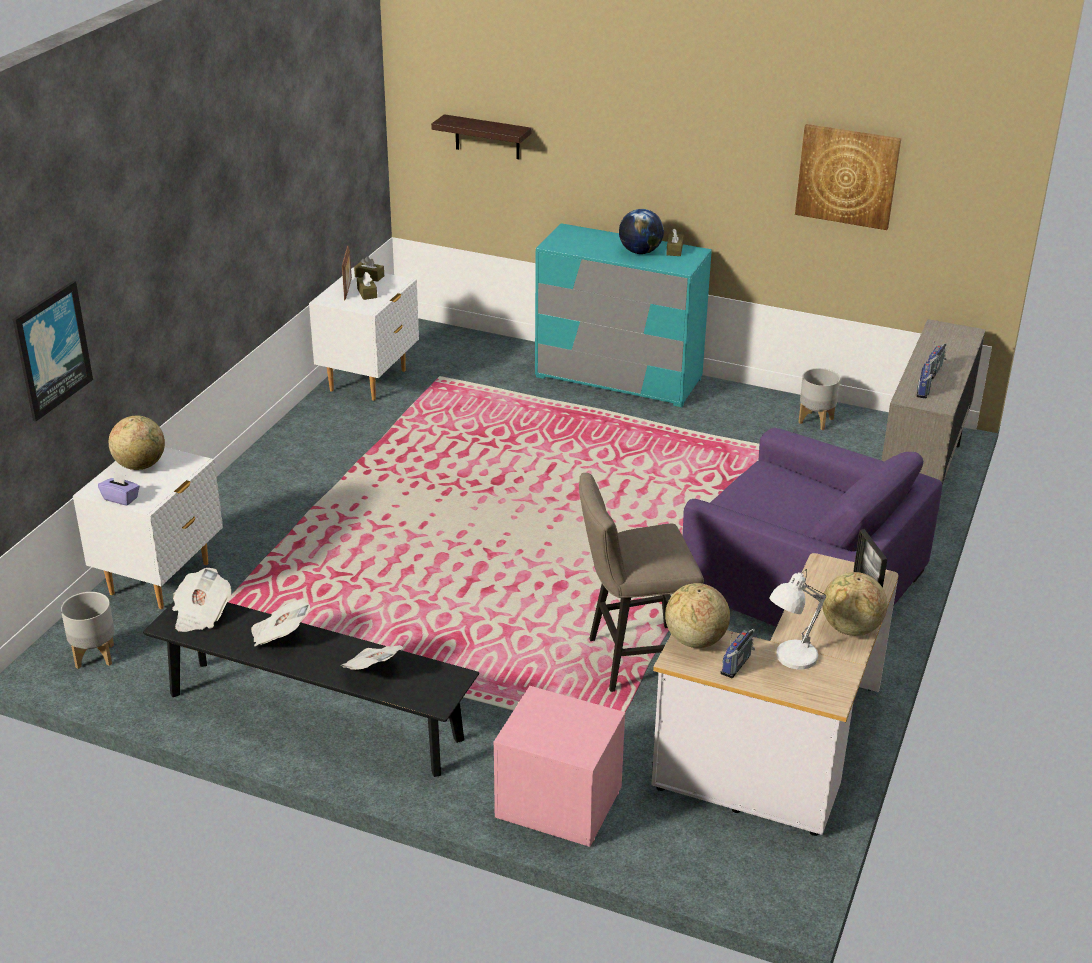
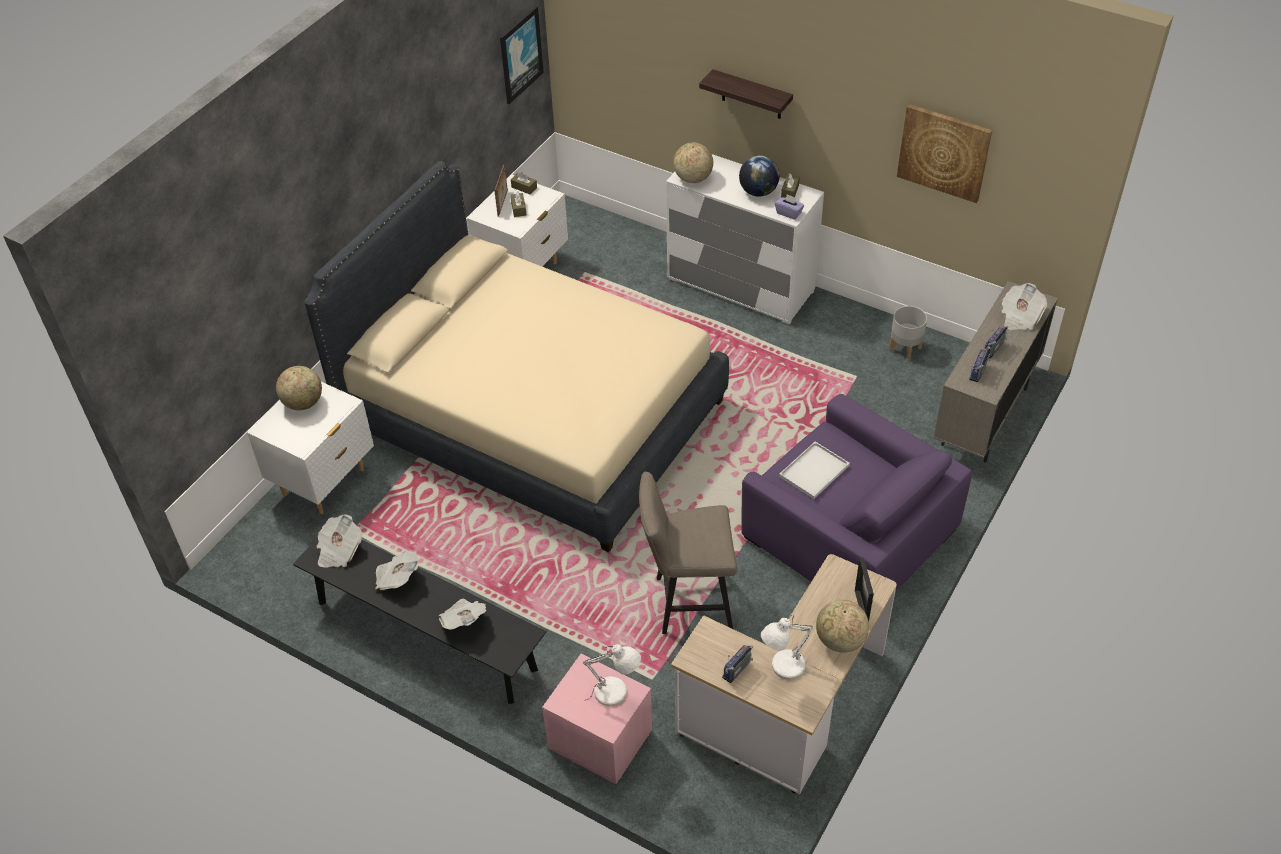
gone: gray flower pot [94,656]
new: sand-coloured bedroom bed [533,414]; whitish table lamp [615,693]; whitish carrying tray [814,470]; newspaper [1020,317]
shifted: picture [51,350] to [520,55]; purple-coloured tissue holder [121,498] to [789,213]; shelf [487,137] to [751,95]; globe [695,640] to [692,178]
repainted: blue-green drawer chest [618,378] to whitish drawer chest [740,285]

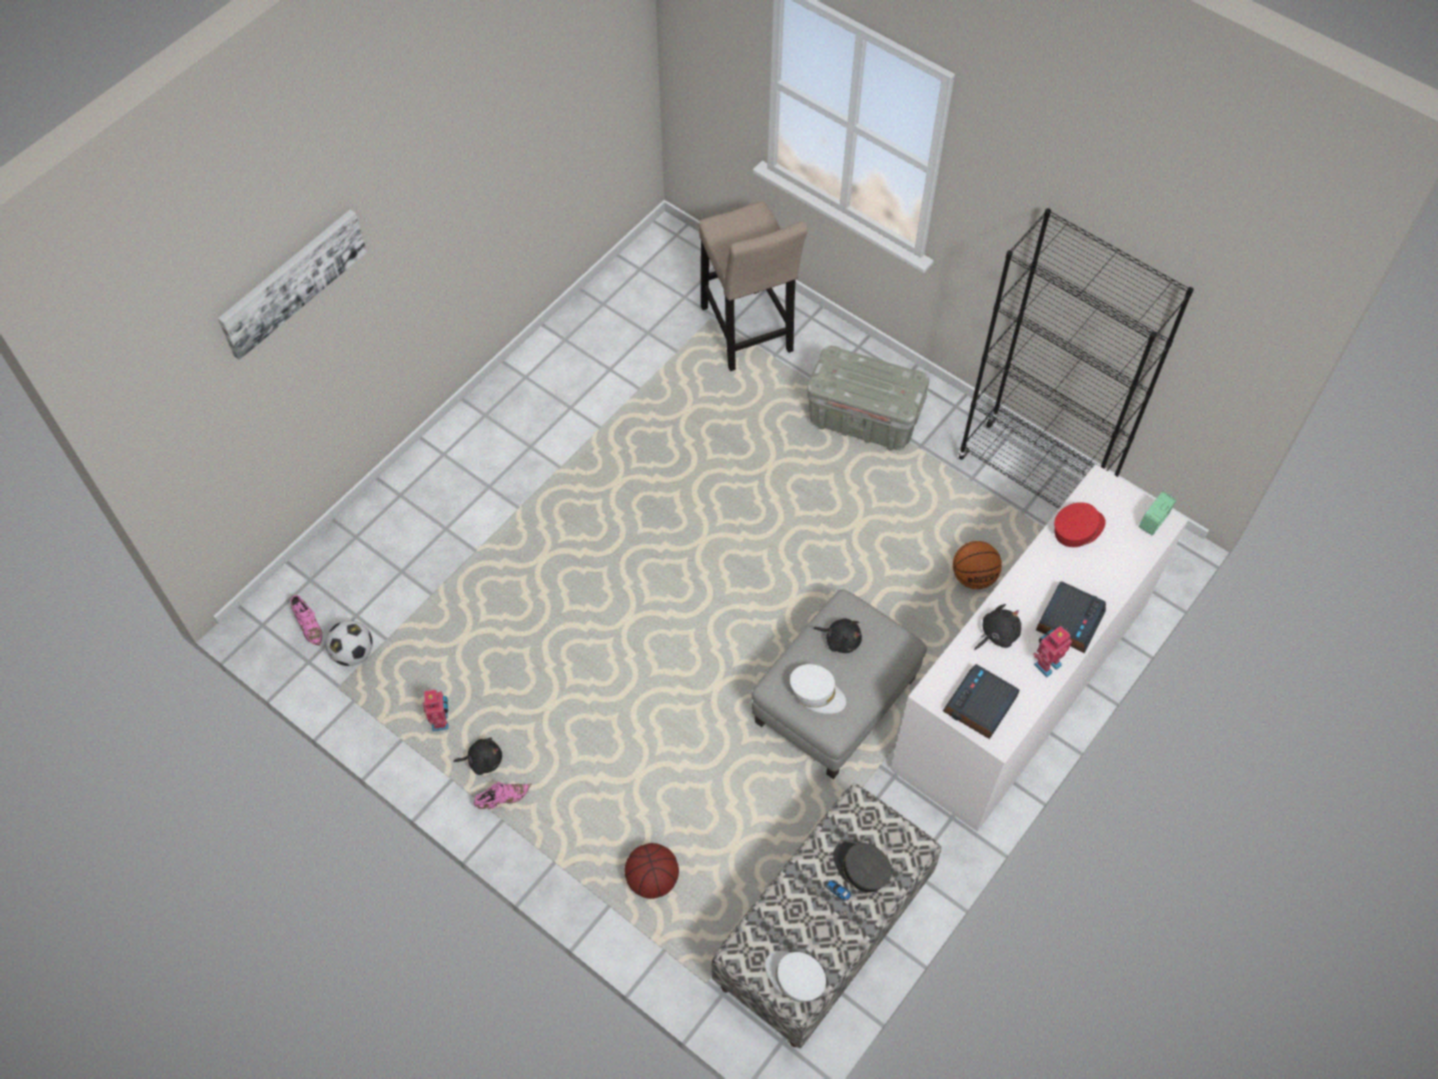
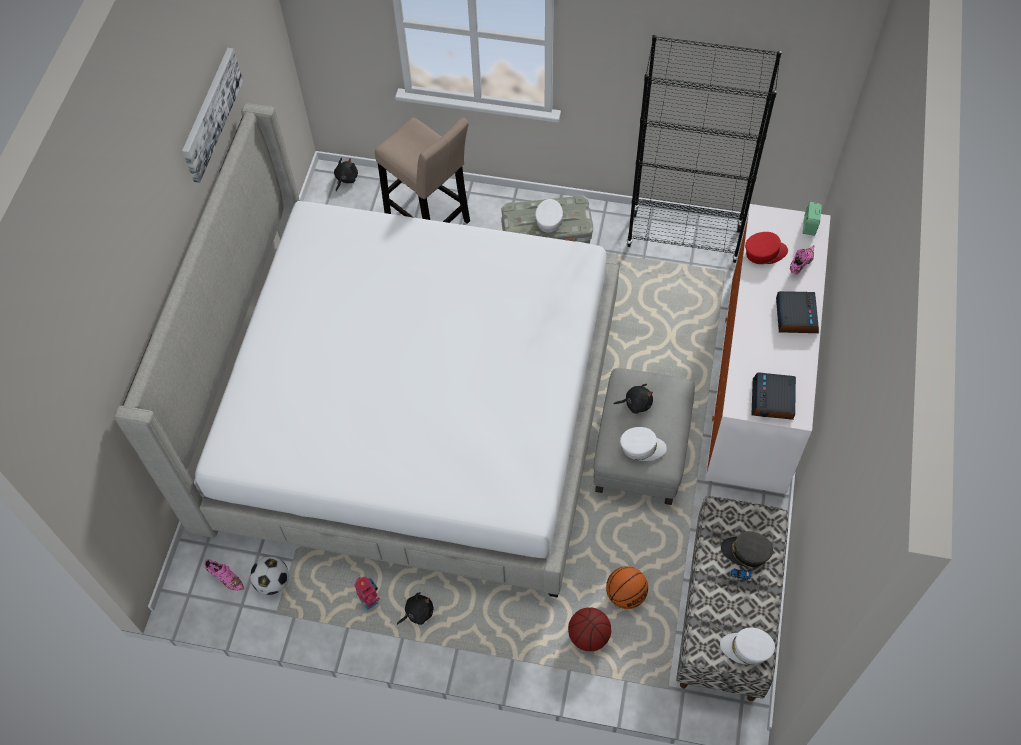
gone: toy robot [1046,663]
new: bedroom bed [412,411]; whitish baseball cap [549,219]
shifted: picture [292,282] to [210,114]; pinkish item of footwear [501,799] to [800,265]; basketball ball [973,576] to [625,594]; black-coloured plush toy [997,634] to [346,179]
rotated: red baseball cap [1077,529] = [764,252] 45 degrees clockwise

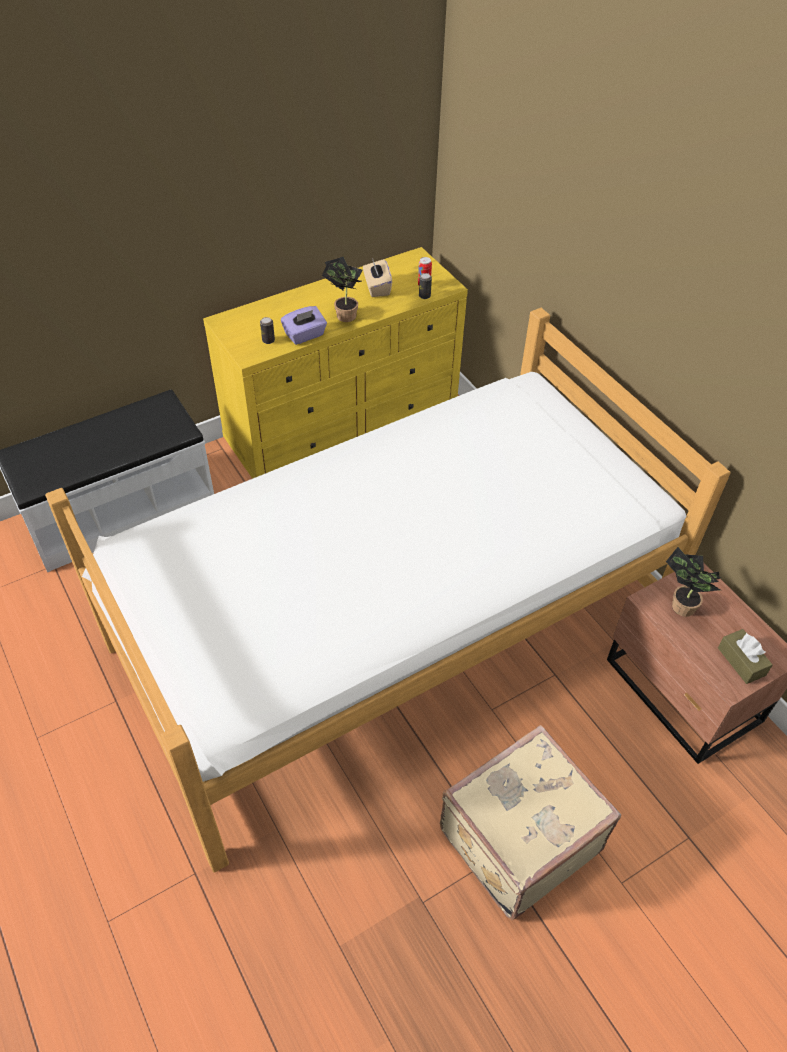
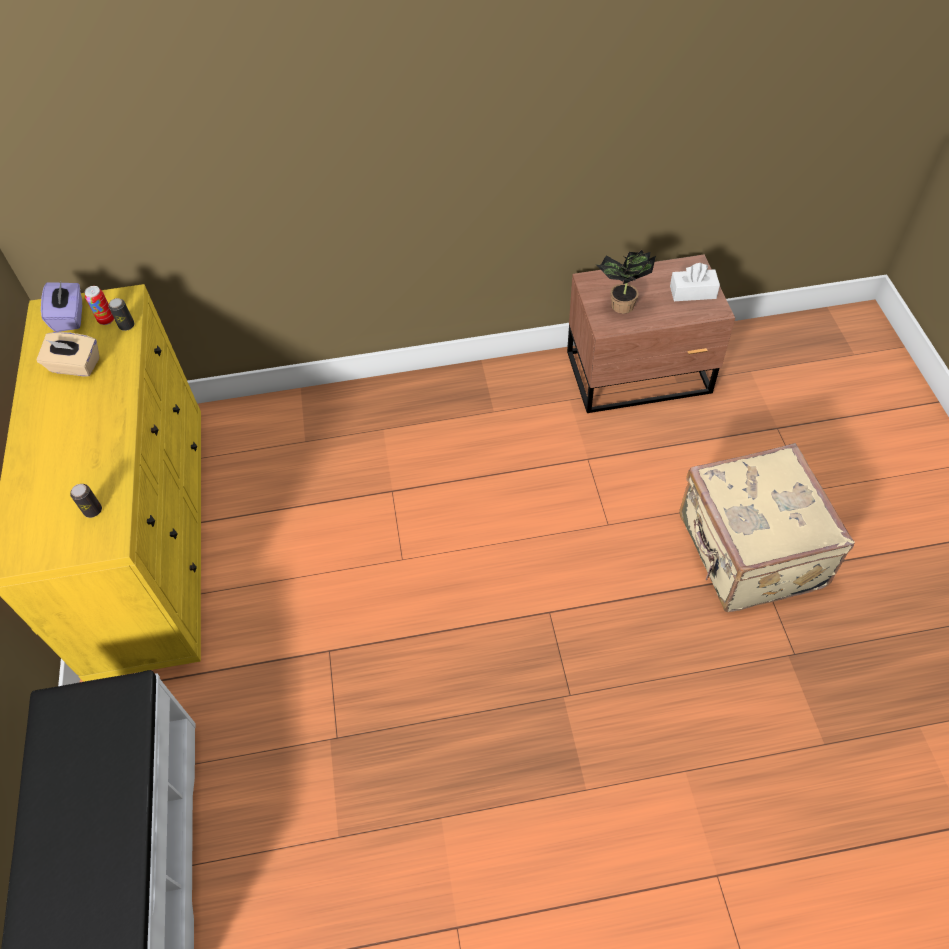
gone: bedroom bed [392,632]; houseplant [344,314]
shifted: purple-coloured tissue holder [305,335] to [70,317]
repainted: brownish tissue holder [741,661] to whitish tissue holder [693,292]

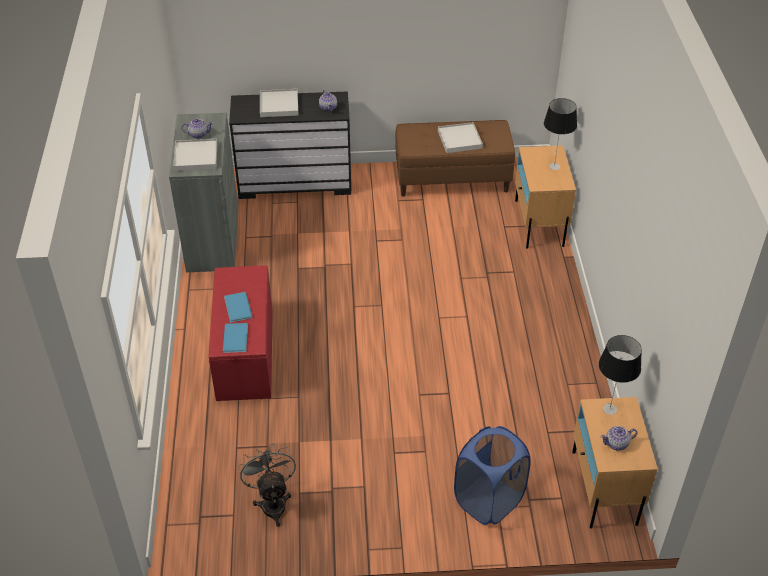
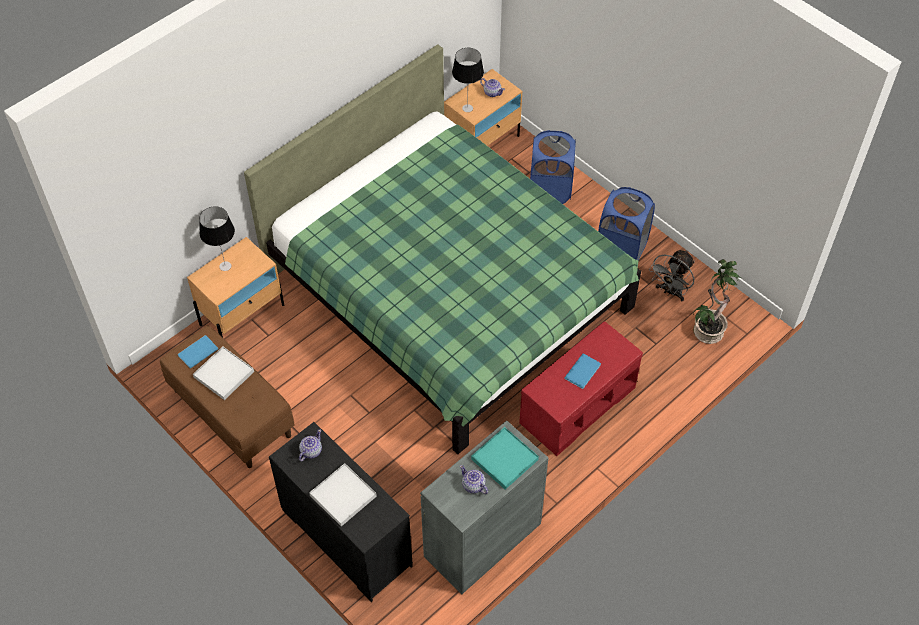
new: greenish bedroom bed [448,293]; bluish washing basket [622,247]; houseplant [707,330]
shifted: bluish bound book [236,337] to [196,352]
repainted: whitish carrying tray [196,157] to blue-green carrying tray [504,459]

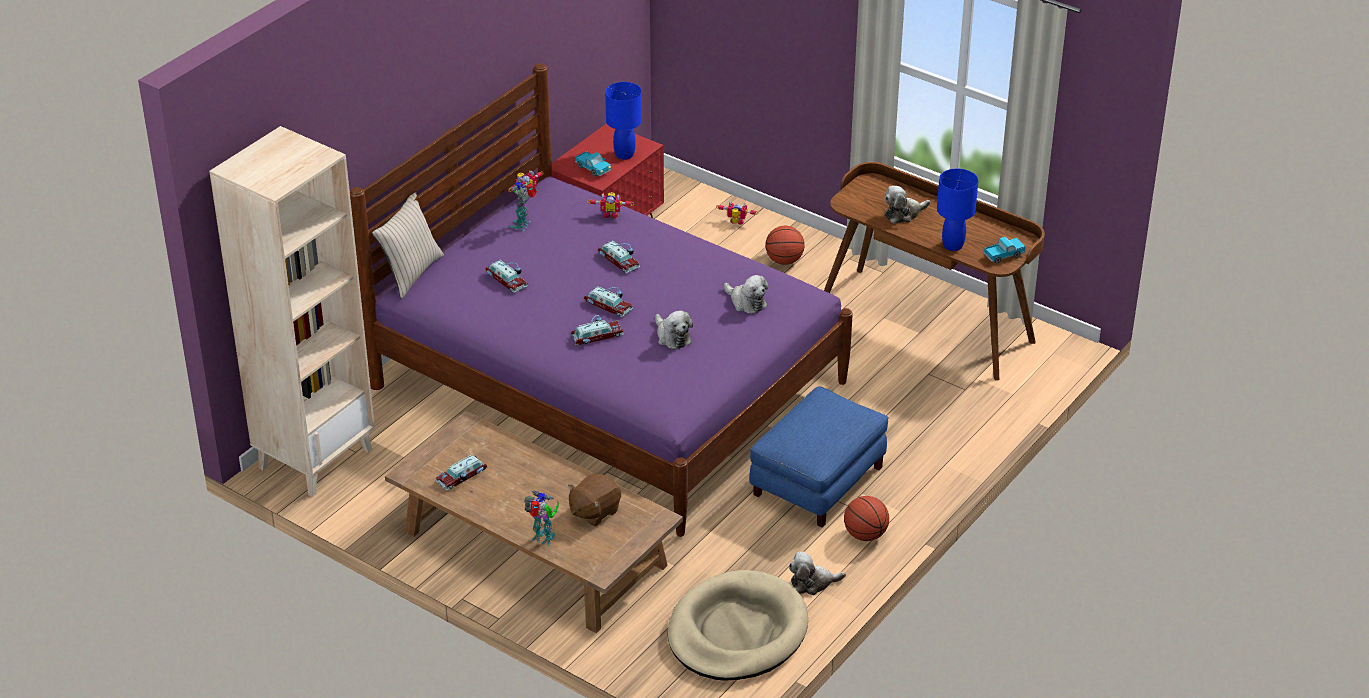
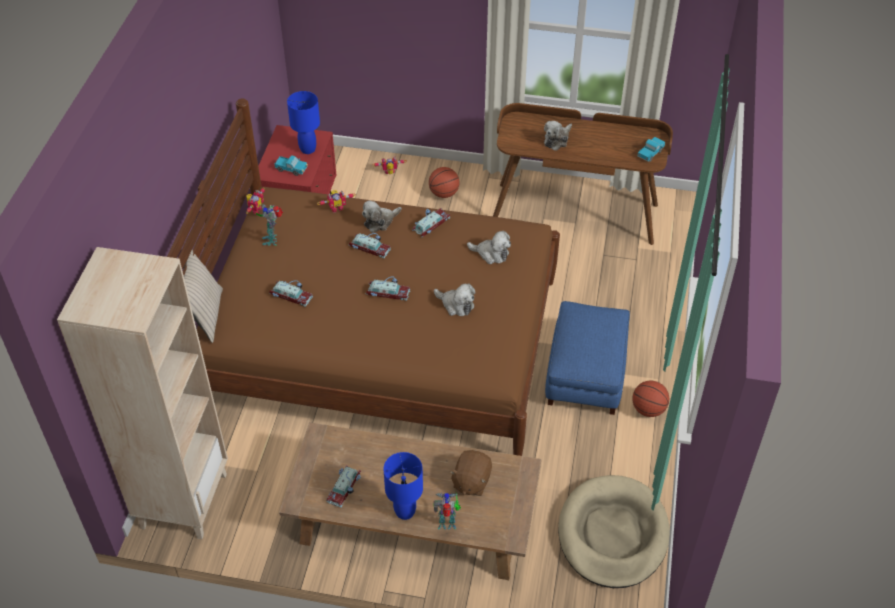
shifted: miniature car [596,335] to [430,224]; plush toy [813,583] to [380,221]; bluish table lamp [952,245] to [404,511]
repainted: purple-coloured bedroom bed [609,385] to brownish bedroom bed [381,345]

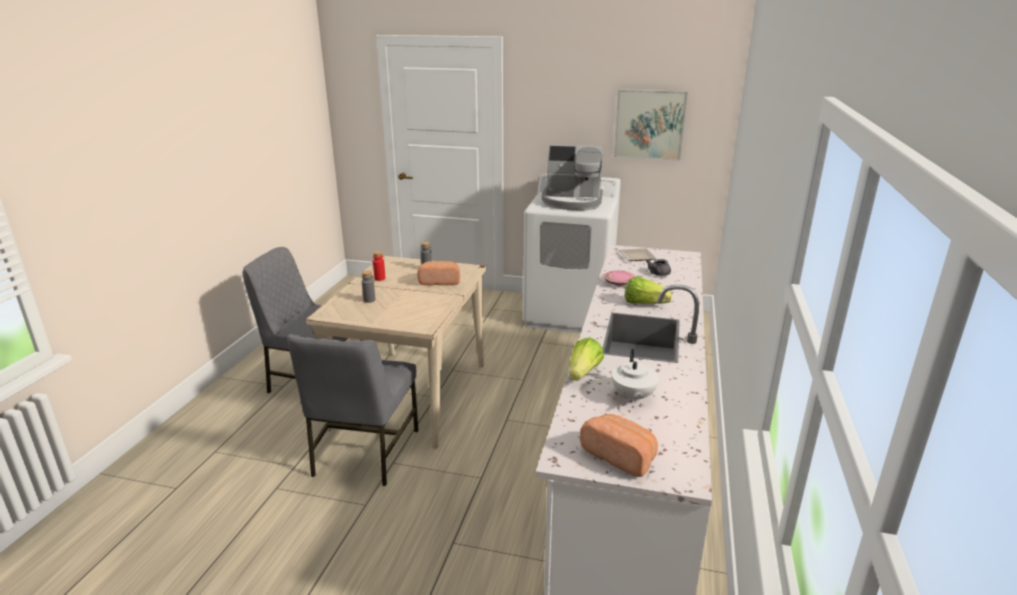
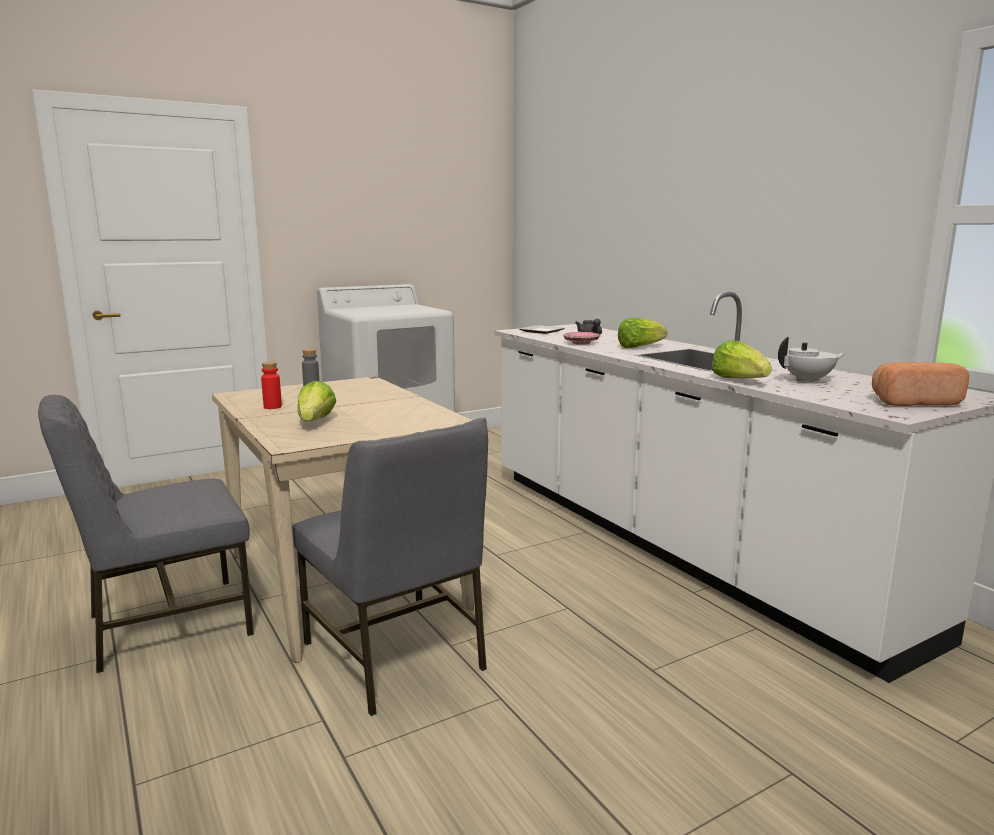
gone: bakery bread [440,281]; coffee machine [572,202]; picture [649,124]
swapped: gray beverage bottle [369,300] to lettuce [315,422]
rotated: whitish pot for tea [632,397] = [808,380] 60 degrees counterclockwise

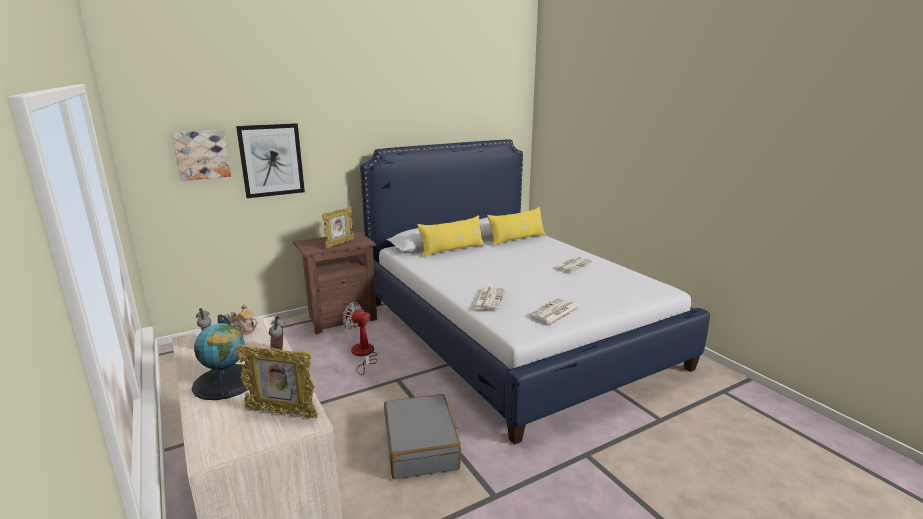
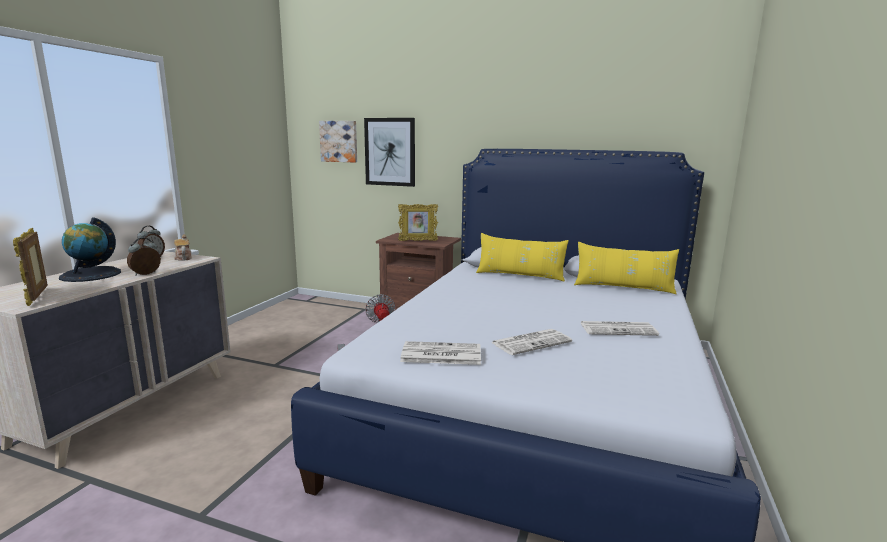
gone: gray piece of luggage [421,446]
shifted: newspaper [488,299] to [531,342]

